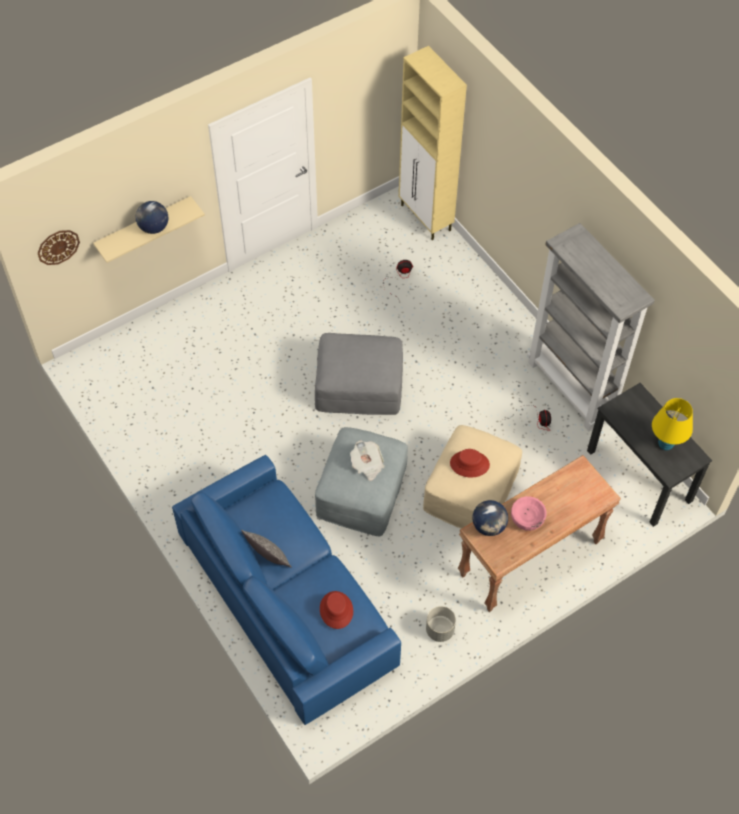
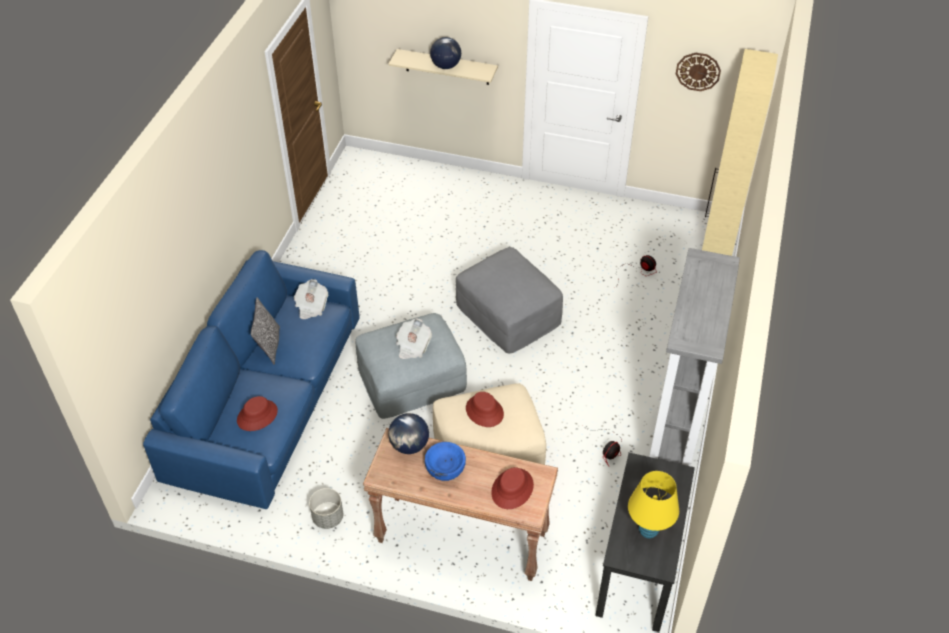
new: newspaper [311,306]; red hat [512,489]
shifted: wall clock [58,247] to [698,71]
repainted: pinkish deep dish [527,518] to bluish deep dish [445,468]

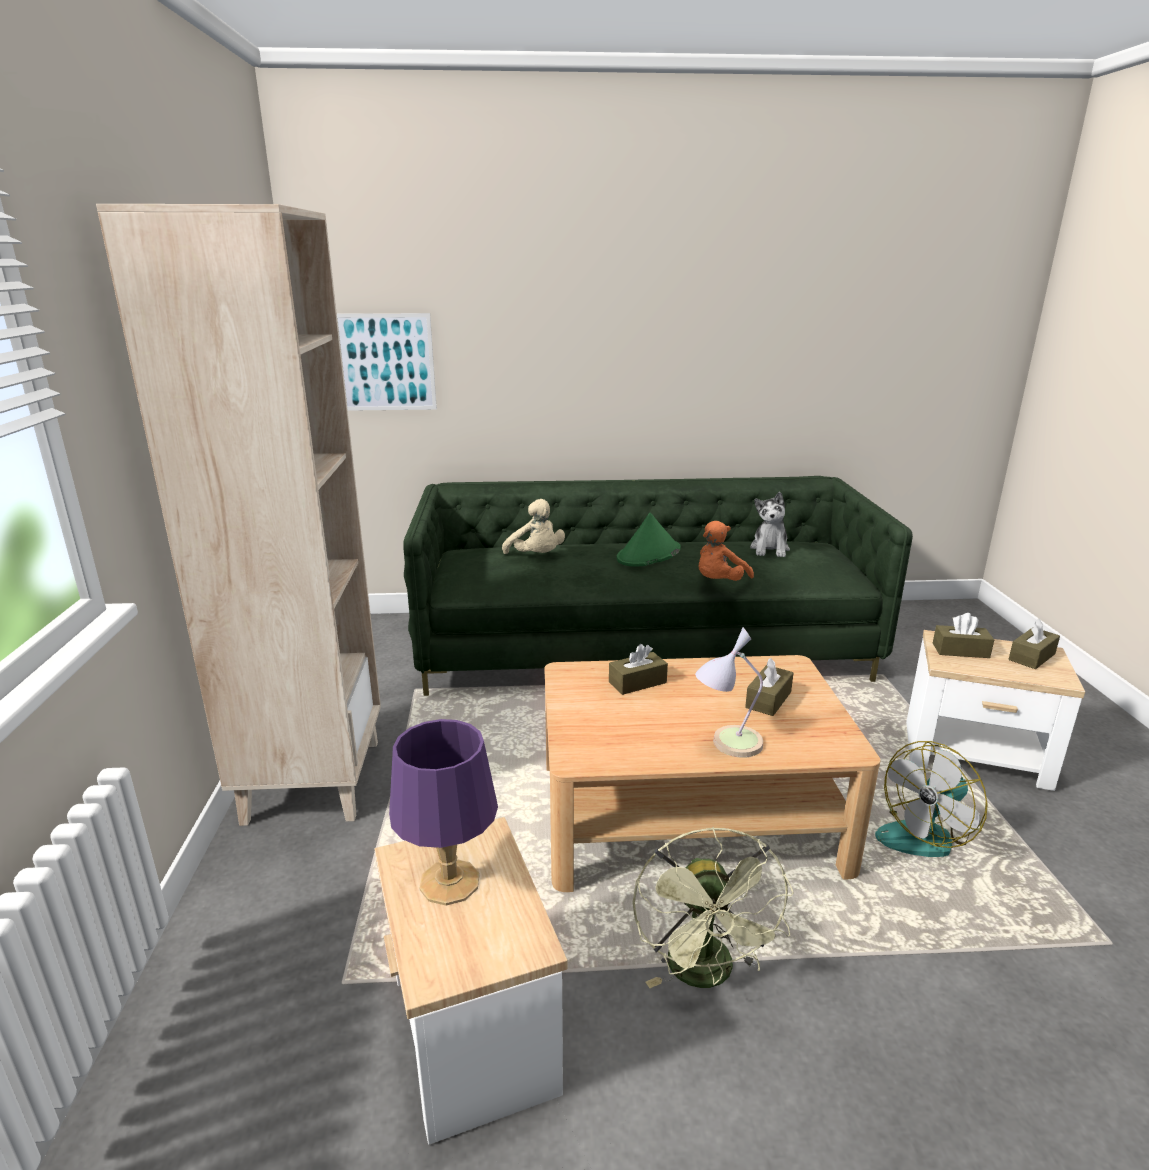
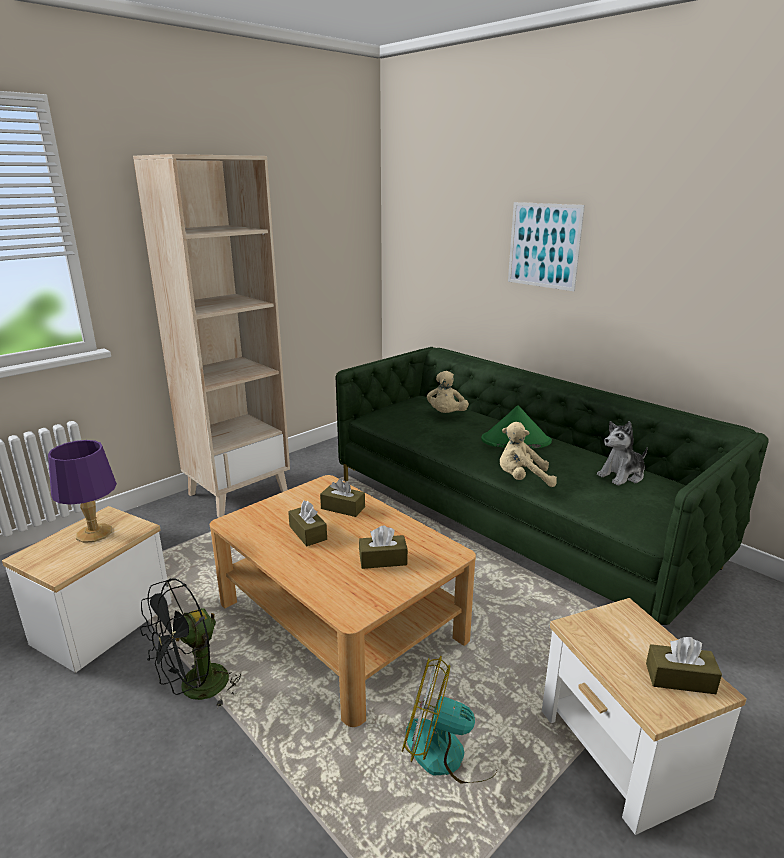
gone: table lamp [726,743]
shifted: picture [386,362] to [544,245]; brownish tissue holder [960,650] to [308,533]
repainted: greenish fan [706,975] to black-coloured fan [195,690]; orangey plush toy [719,583] to sand-coloured plush toy [522,479]

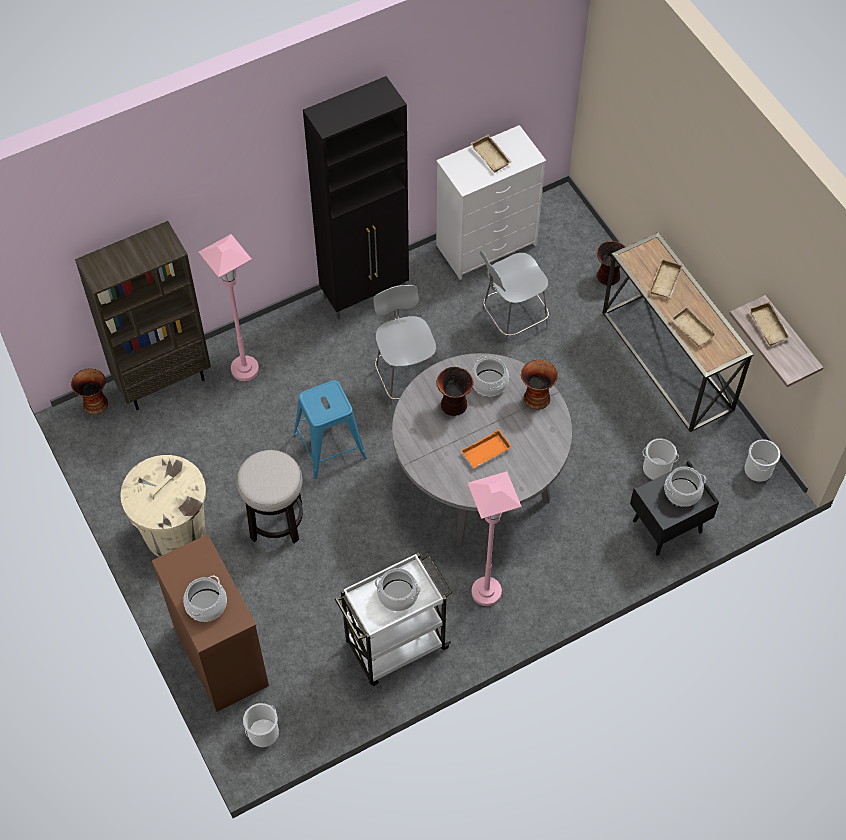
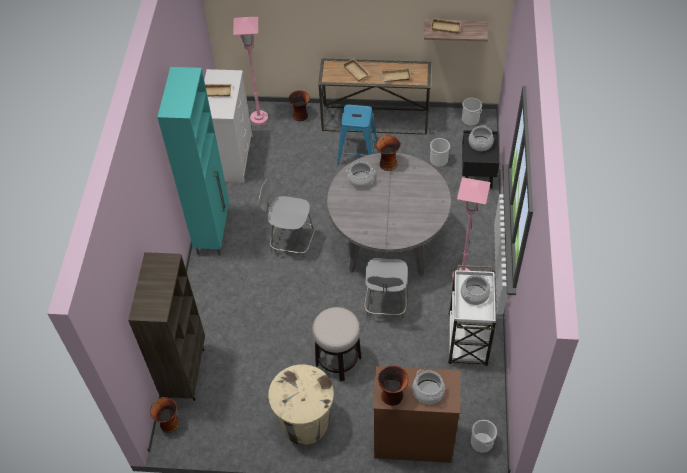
gone: orangey carrying tray [486,453]
shifted: pinkish floor lamp [244,369] to [259,118]; bluish stool seat [330,446] to [357,152]; decorative vase [454,405] to [393,395]; gray chair [512,320] to [385,306]
repainted: black-coloured storage cabinet [366,293] to blue-green storage cabinet [213,232]

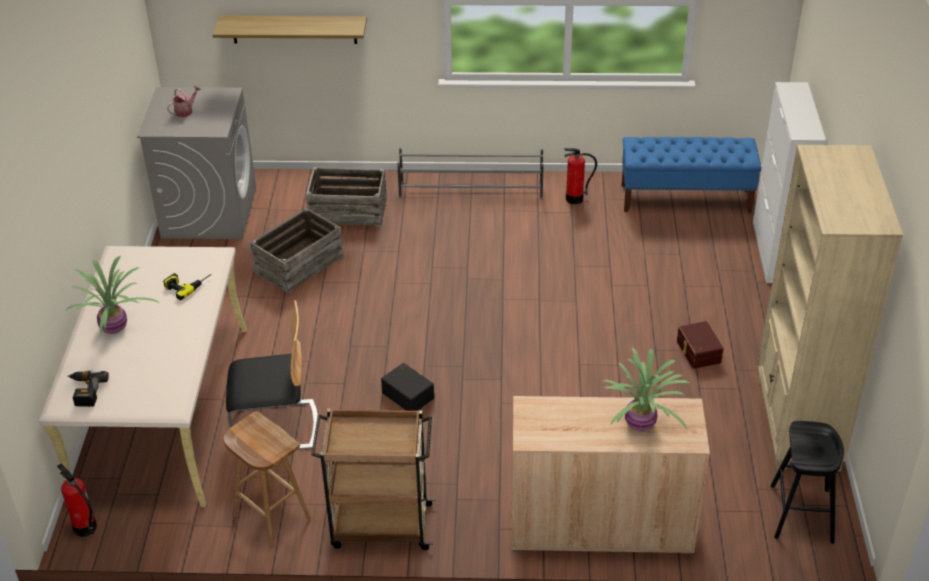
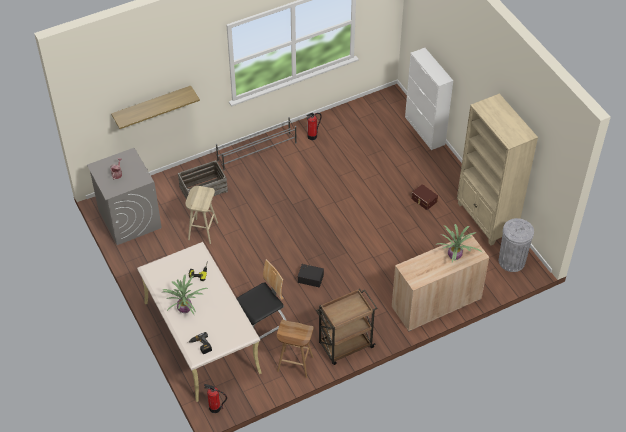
gone: bluish long seat [686,198]
swapped: packing crate [299,264] to sand-coloured stool seat [203,230]; black-coloured stool seat [801,513] to gray rubbish bin [511,261]

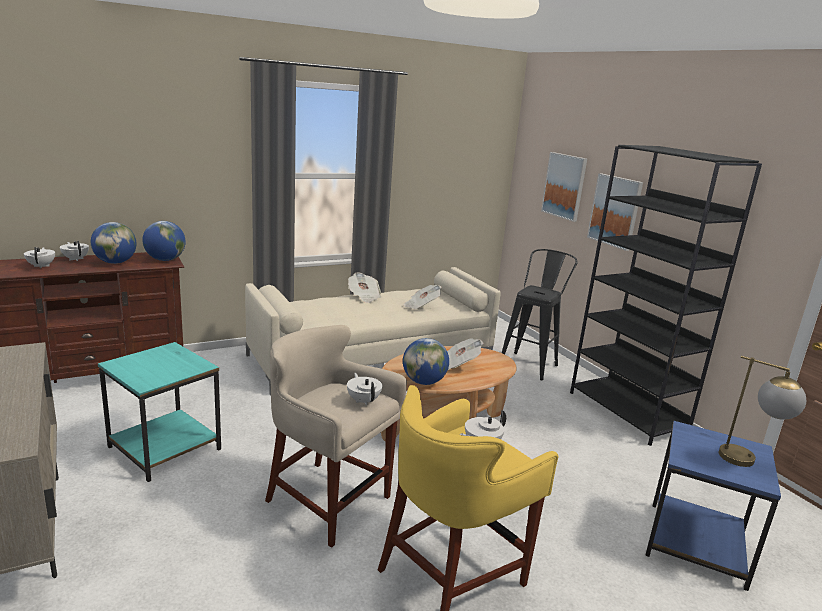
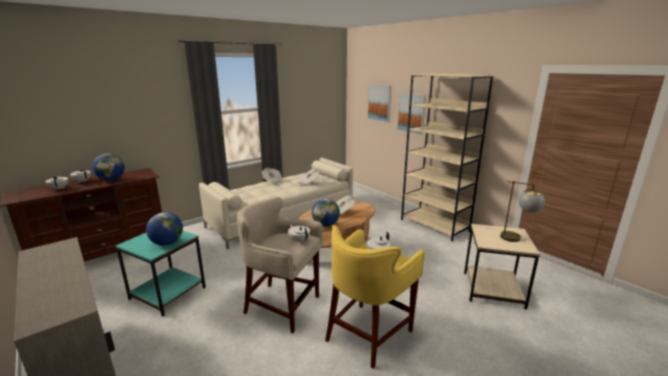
gone: black-coloured stool seat [530,364]
shifted: globe [165,260] to [167,243]
repainted: black-coloured bookcase [628,412] to sand-coloured bookcase [435,225]; bluish accent table [697,543] to sand-coloured accent table [493,289]

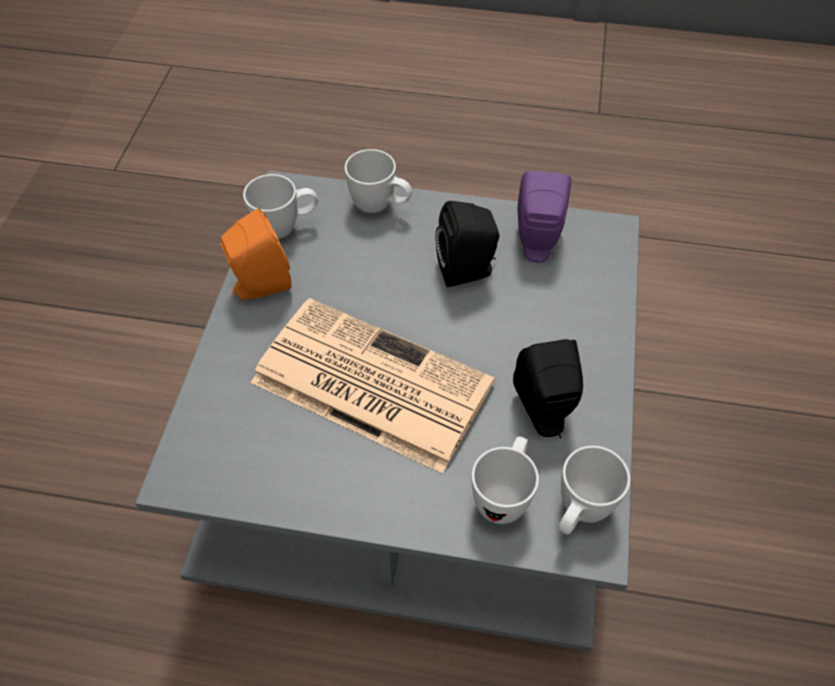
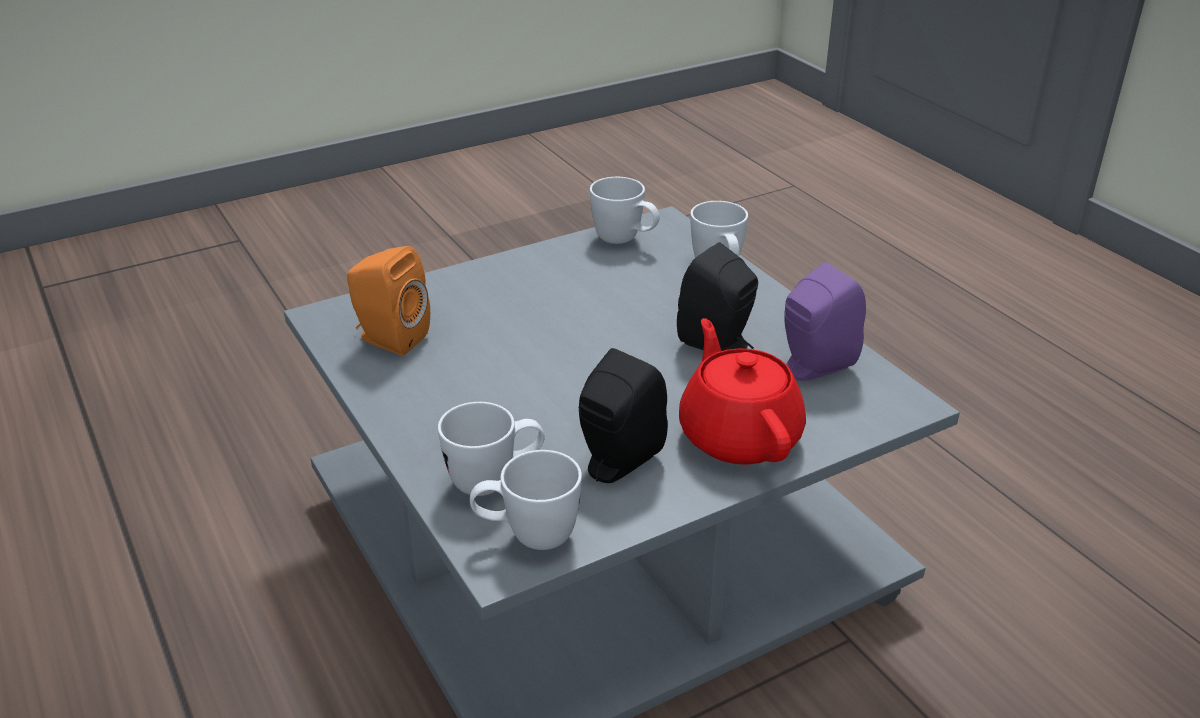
gone: newspaper [368,383]
new: red pot for tea [739,435]
shifted: orangey loudspeaker [259,286] to [389,339]

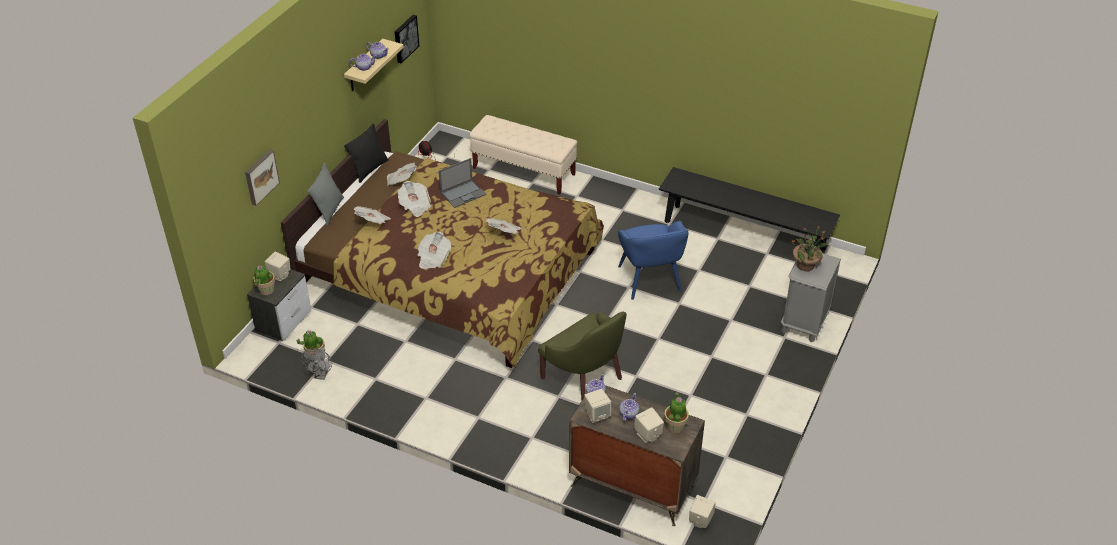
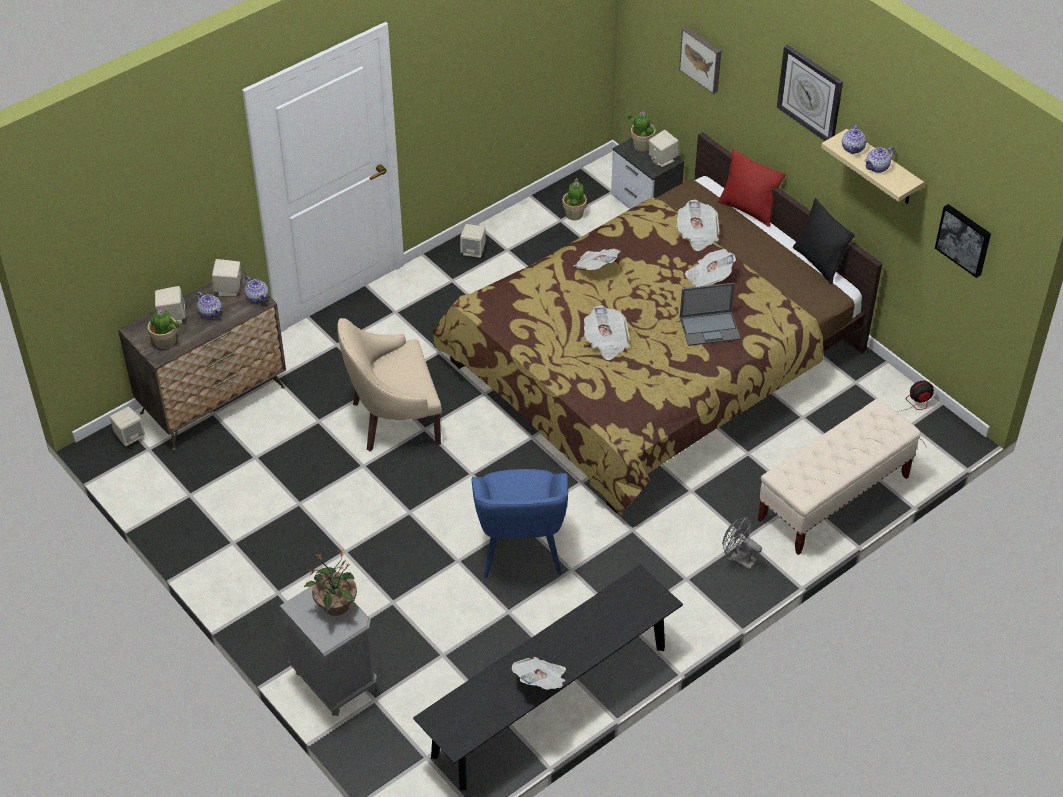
new: sand-coloured loudspeaker [473,251]; wall clock [810,94]
shifted: gray fan [321,375] to [738,559]; newspaper [401,181] to [541,681]
repainted: gray throw pillow [329,210] to red throw pillow [748,210]; greenish easy chair [585,377] to sand-coloured easy chair [393,419]
rotated: laptop [463,193] = [710,328] 90 degrees counterclockwise; bluish easy chair [650,280] = [520,548] 105 degrees counterclockwise

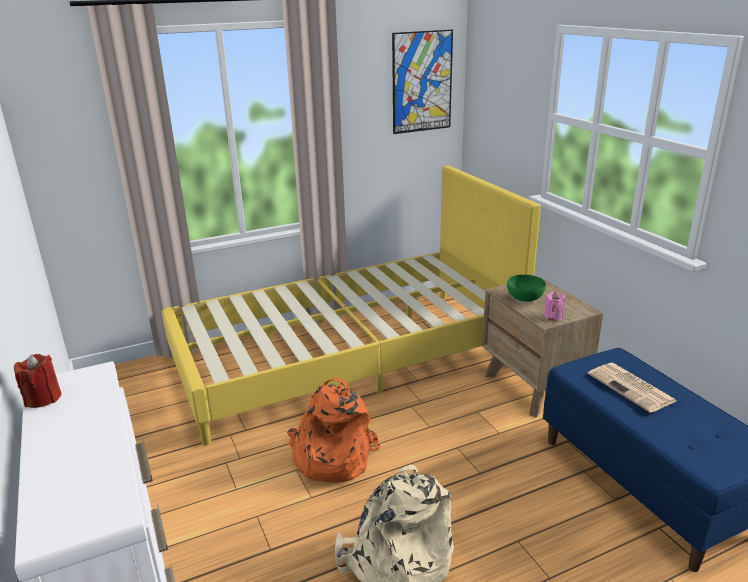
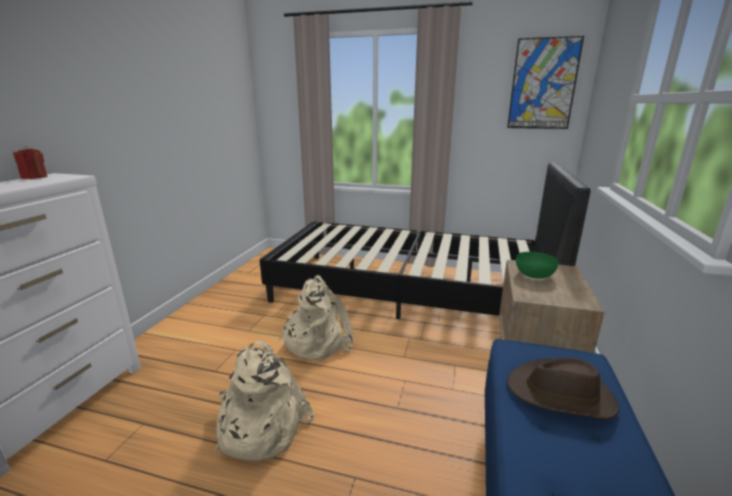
gone: pinkish wax light [553,316]
swapped: newspaper [632,388] to brownish hat [561,394]
repainted: yellow-coloured bedroom bed [348,357] to black-coloured bedroom bed [409,291]; orangey rucksack [331,457] to sand-coloured rucksack [317,341]

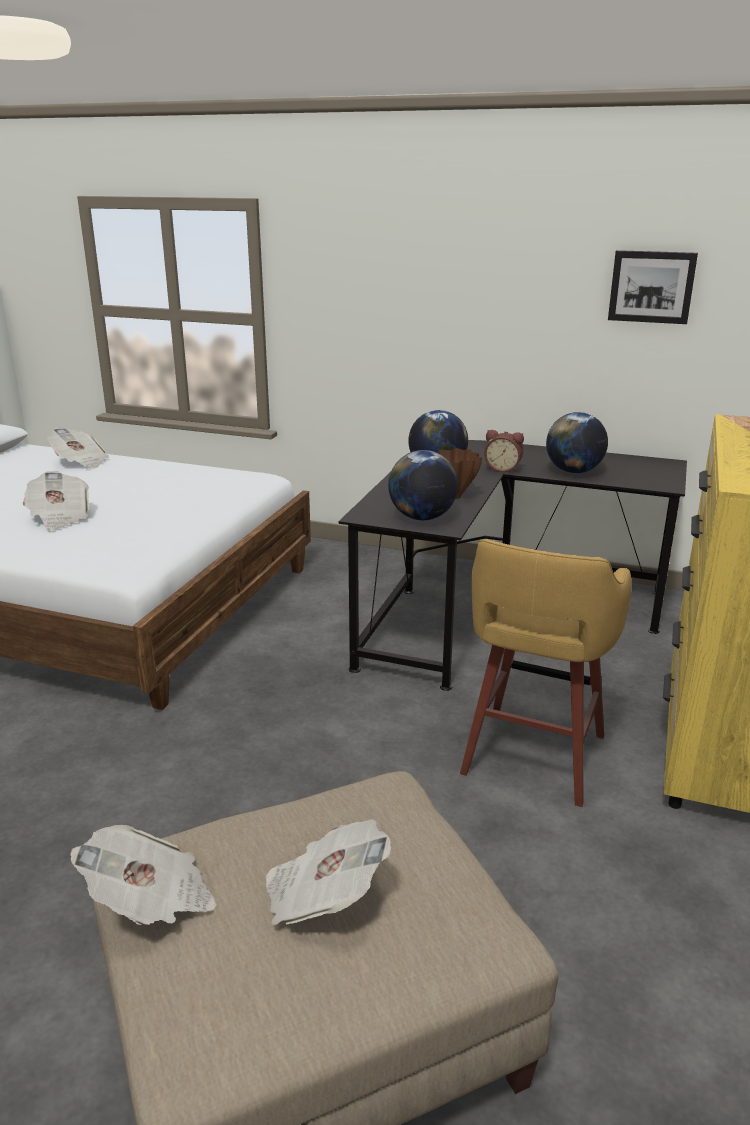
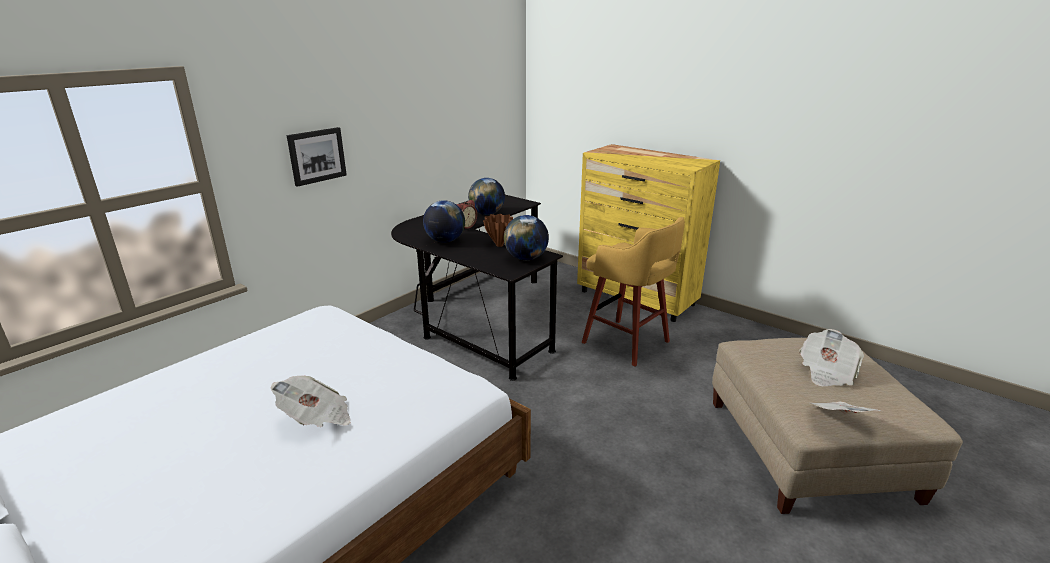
gone: newspaper [80,462]
shifted: picture [651,287] to [316,156]

